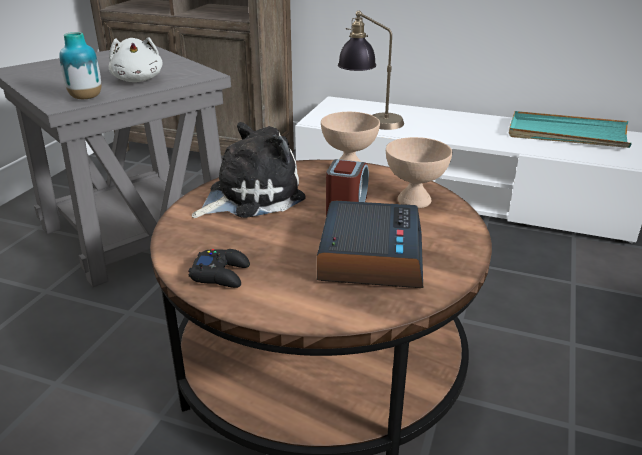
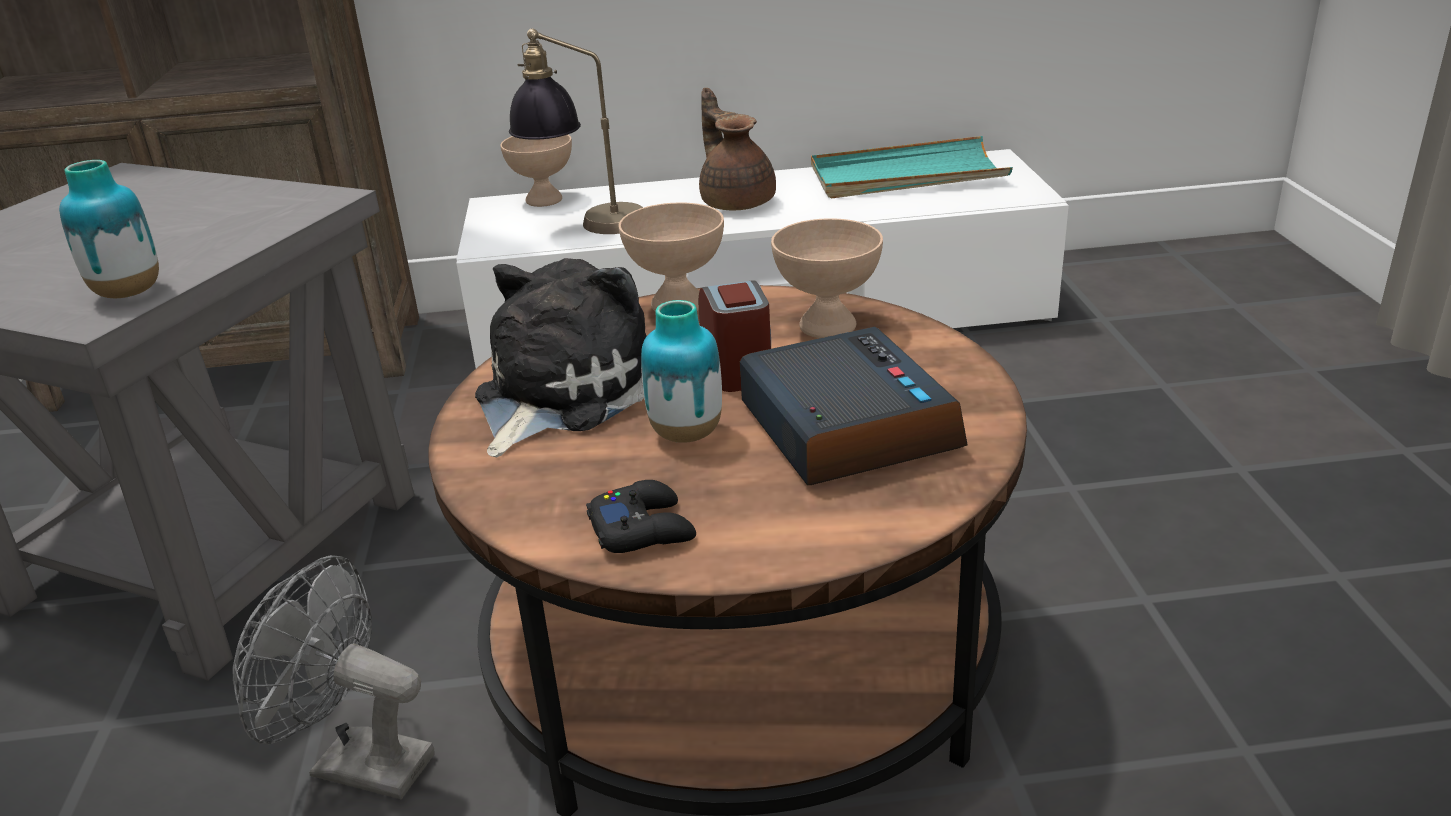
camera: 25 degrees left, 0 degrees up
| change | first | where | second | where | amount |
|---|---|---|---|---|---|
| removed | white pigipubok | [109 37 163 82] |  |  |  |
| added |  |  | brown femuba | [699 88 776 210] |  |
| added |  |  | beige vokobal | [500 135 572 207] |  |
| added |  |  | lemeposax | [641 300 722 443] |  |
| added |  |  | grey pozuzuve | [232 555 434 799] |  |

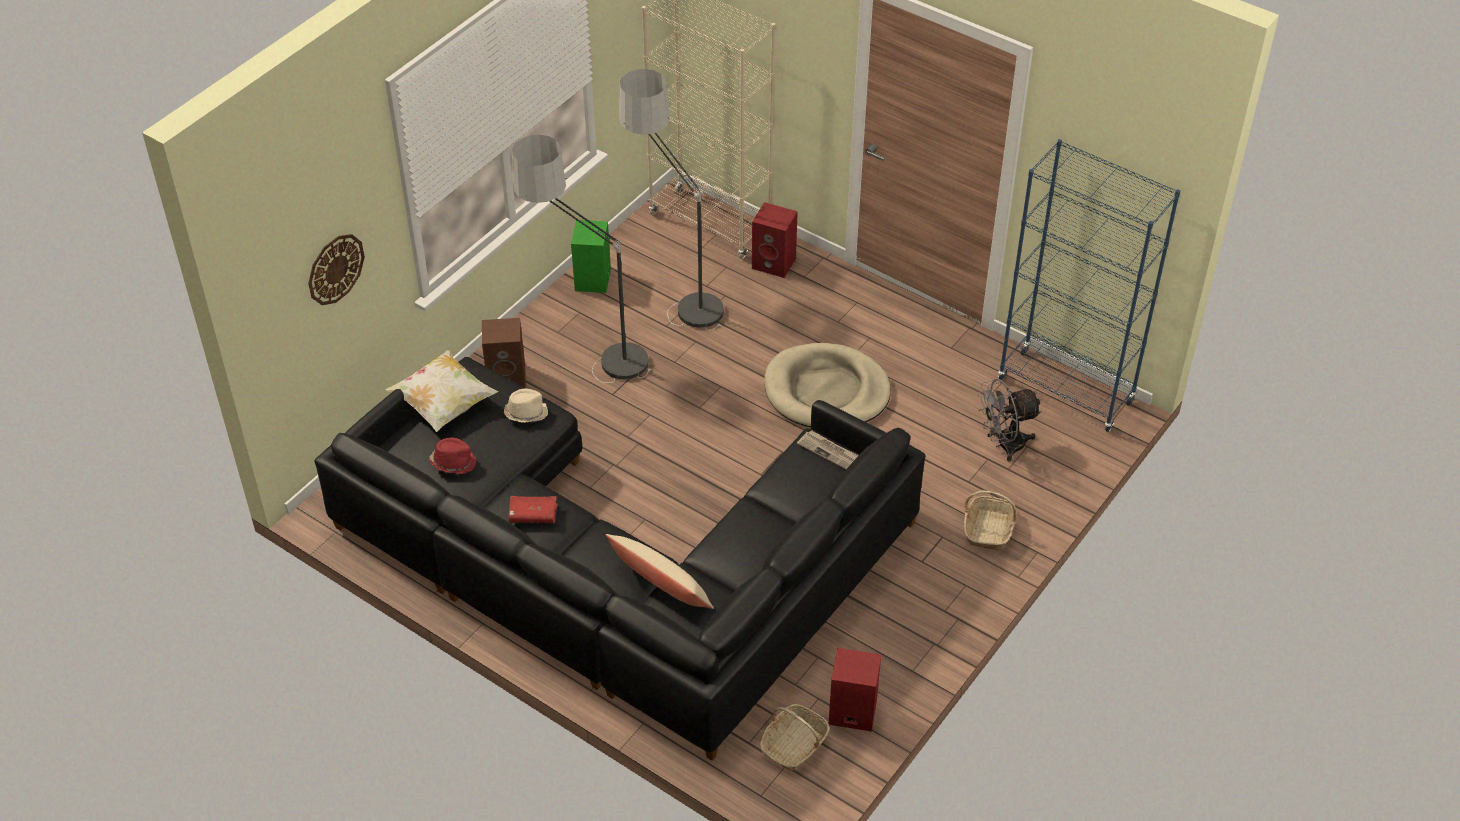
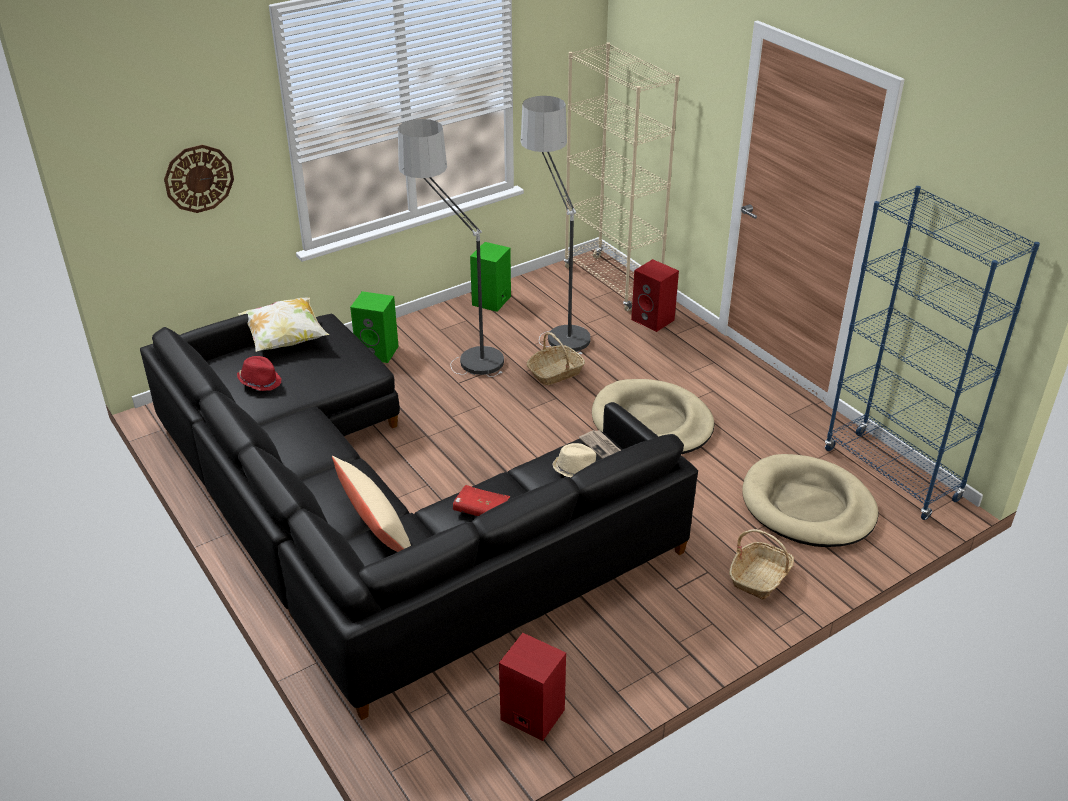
camera: 20 degrees right, 10 degrees down
| change | first | where | second | where | amount |
|---|---|---|---|---|---|
| recoloured | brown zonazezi | [482 318 526 388] | green zonazezi | [350 291 399 363] |  |
| replaced | grey pozuzuve | [977 379 1042 462] | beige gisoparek | [742 454 878 547] |  |
| moved | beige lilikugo | [504 389 548 423] |  | [552 443 596 478] |  |
| moved | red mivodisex | [508 496 558 523] |  | [453 485 510 516] |  |
| moved | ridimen | [760 704 830 770] |  | [527 332 585 385] |  |

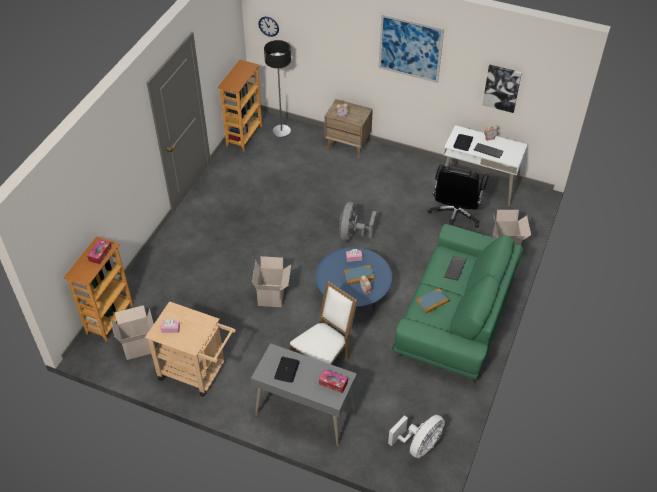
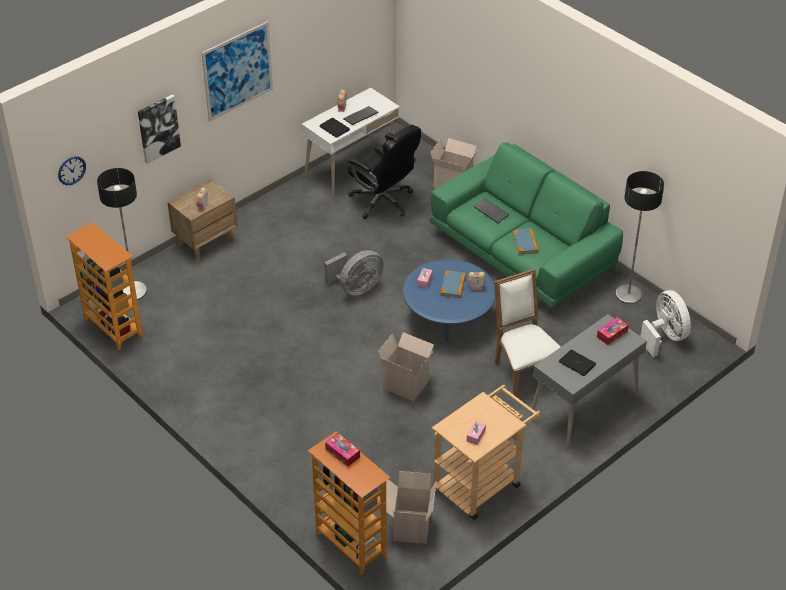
camera: 65 degrees left, 5 degrees down
| change | first | where | second | where | amount |
|---|---|---|---|---|---|
| moved | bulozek | [482 65 522 113] |  | [138 94 181 164] |  |
| turned | grey pozuzuve | [339 202 377 241] |  | [324 250 384 296] | 75 degrees counterclockwise |
| added |  |  | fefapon | [615 171 664 304] |  |

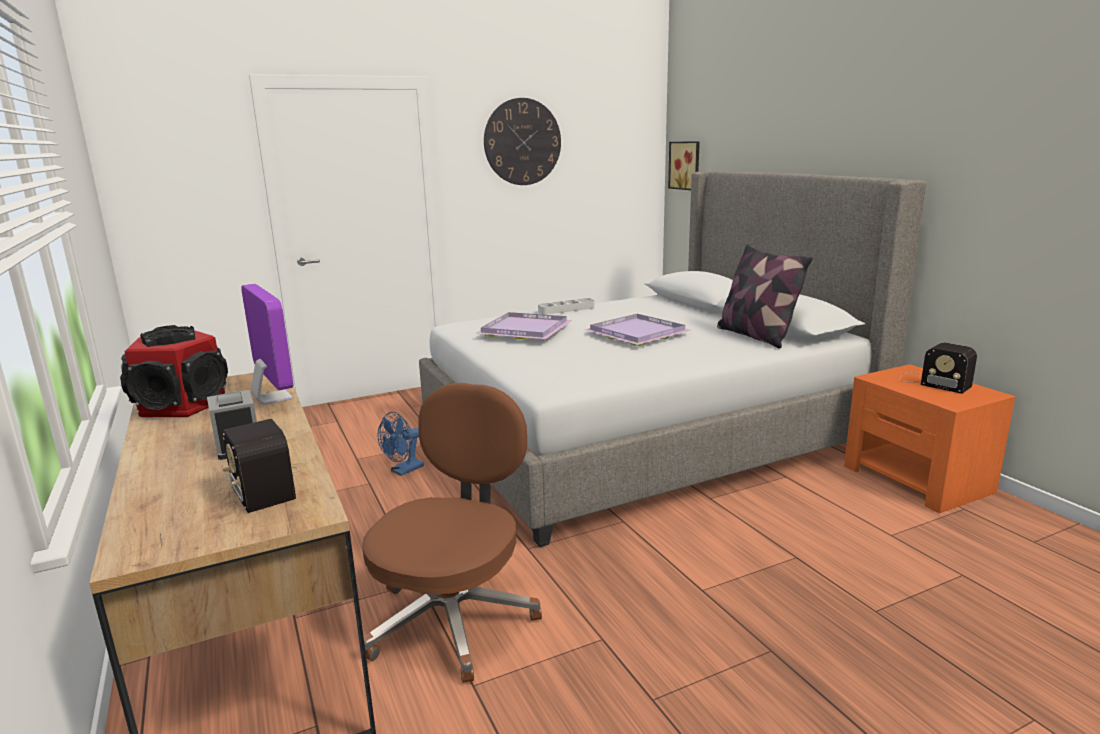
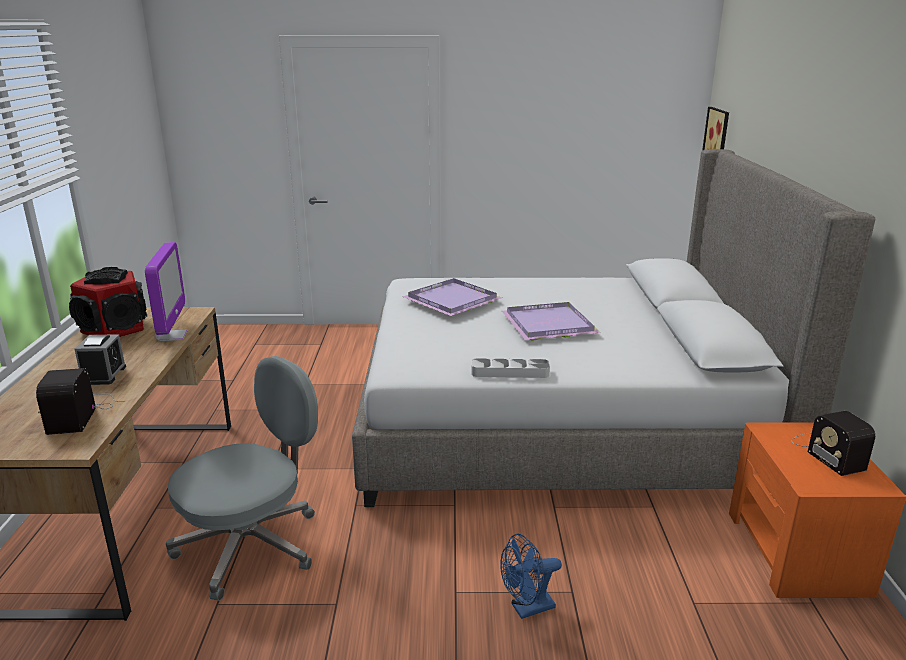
camera: 25 degrees right, 5 degrees up
| change | first | where | second | where | amount |
|---|---|---|---|---|---|
| removed | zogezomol | [484 98 561 185] |  |  |  |
| removed | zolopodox | [717 244 813 349] |  |  |  |
| moved | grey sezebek | [538 298 594 315] |  | [471 358 550 378] |  |
| recoloured | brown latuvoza | [362 383 542 683] | grey latuvoza | [166 356 318 601] |  |
| moved | blue pozuzuve | [378 412 424 476] |  | [500 534 562 619] |  |

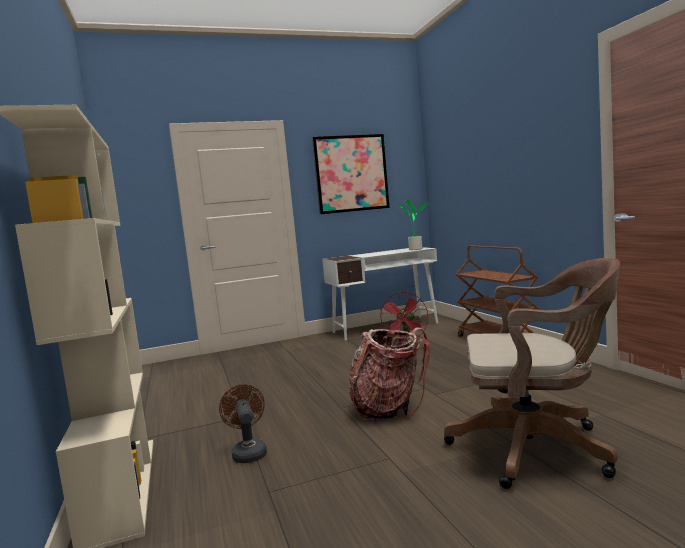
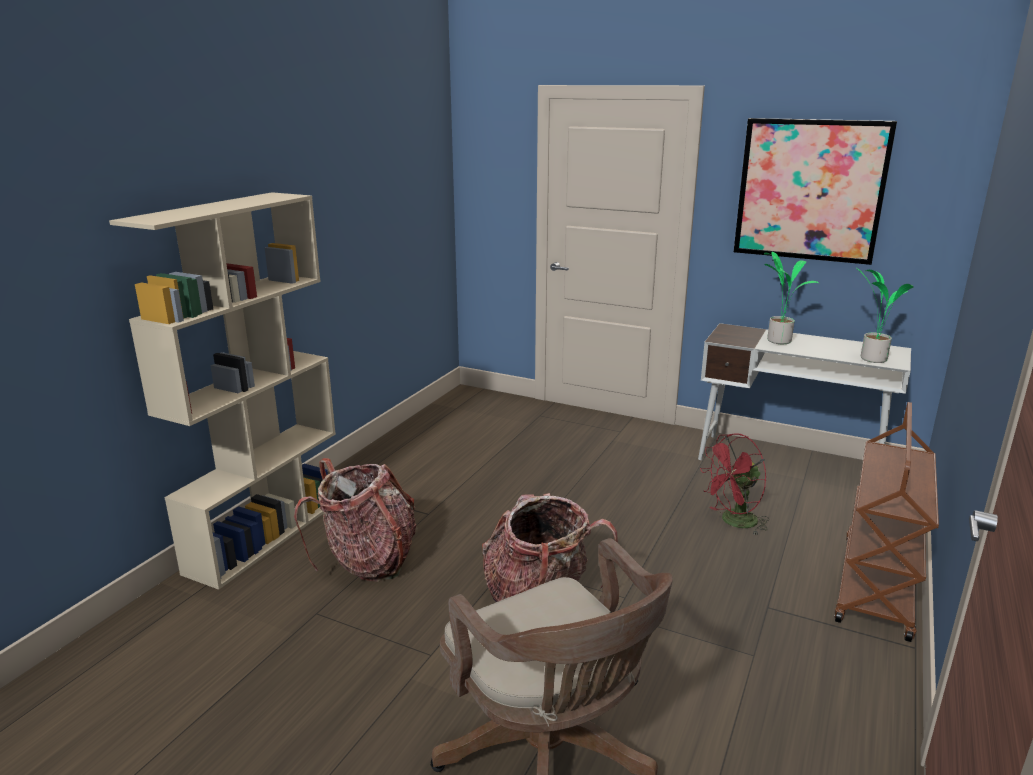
camera: 45 degrees right, 15 degrees up
| change | first | where | second | where | amount |
|---|---|---|---|---|---|
| replaced | brown pozuzuve | [219 384 267 463] | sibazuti | [294 458 416 582] |  |
| added |  |  | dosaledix | [764 252 819 344] |  |

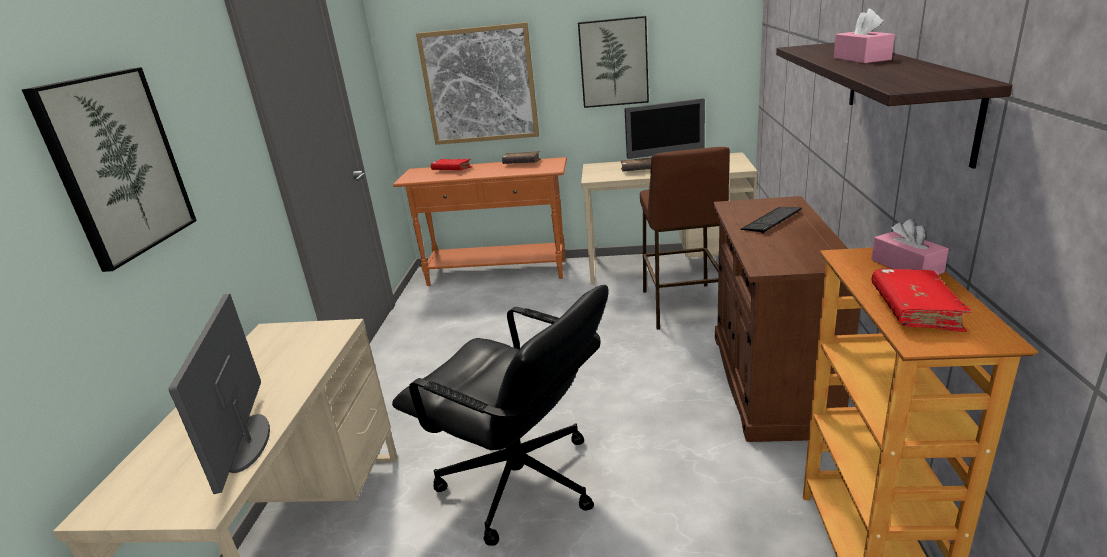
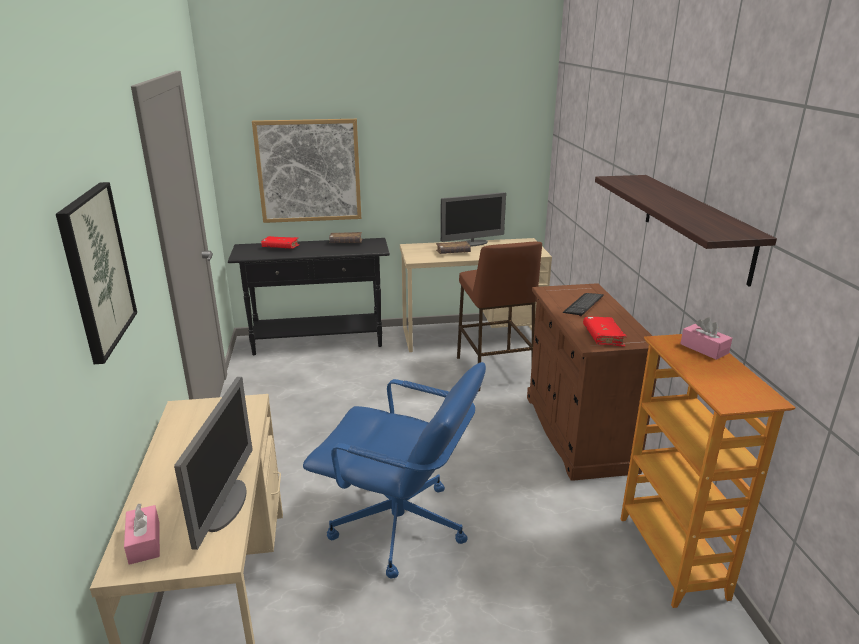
camera: 15 degrees left, 0 degrees up
| change | first | where | second | where | amount |
|---|---|---|---|---|---|
| moved | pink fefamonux | [834 9 895 63] |  | [124 504 160 565] |  |
| removed | bulozek | [578 16 649 108] |  |  |  |
| recoloured | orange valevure | [393 157 567 286] | black valevure | [228 238 390 355] |  |
| moved | red mivodisex | [871 268 972 332] |  | [583 316 627 347] |  |
| recoloured | black latuvoza | [392 285 608 546] | blue latuvoza | [303 362 486 578] |  |
| turned | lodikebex | [168 294 270 494] |  | [174 377 253 550] | 150 degrees counterclockwise |

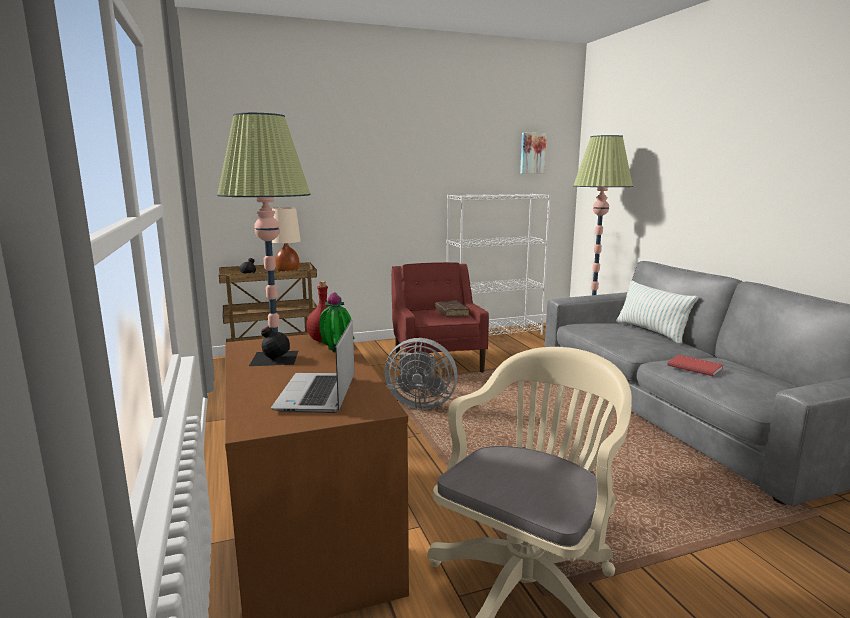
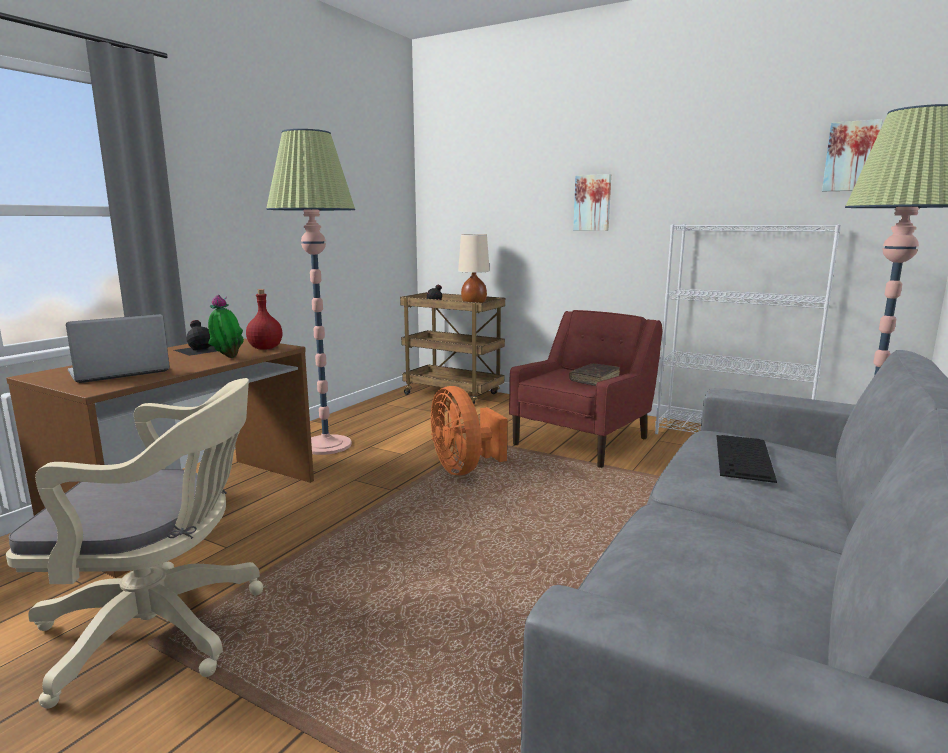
camera: 50 degrees right, 0 degrees up
| change | first | where | second | where | amount |
|---|---|---|---|---|---|
| removed | zolopodox | [616 280 698 344] |  |  |  |
| recoloured | grey pozuzuve | [385 338 458 410] | orange pozuzuve | [431 386 507 475] |  |
| removed | red mivodisex | [667 355 724 376] |  |  |  |
| added |  |  | bulozek | [573 174 611 231] |  |
| added |  |  | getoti | [717 435 777 483] |  |

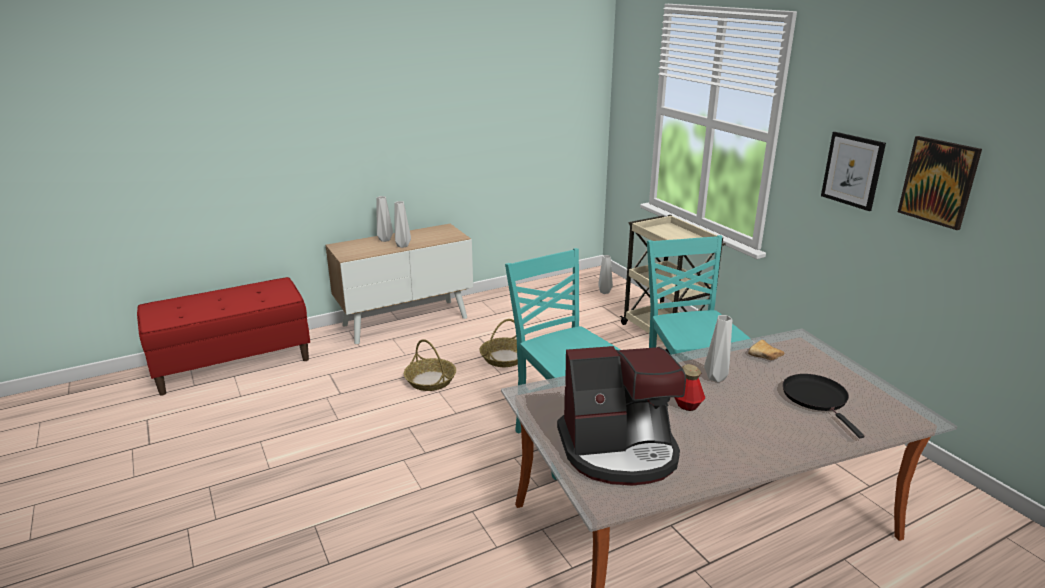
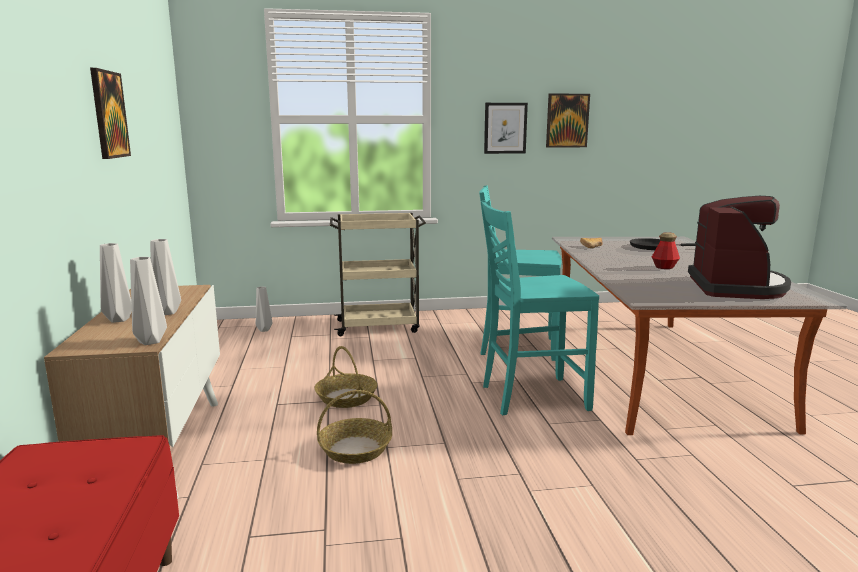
camera: 70 degrees left, 10 degrees down
| change | first | where | second | where | amount |
|---|---|---|---|---|---|
| moved | grey lemeposax | [704 315 732 382] |  | [130 257 167 345] |  |
| added |  |  | bulozek | [90 68 131 159] |  |

